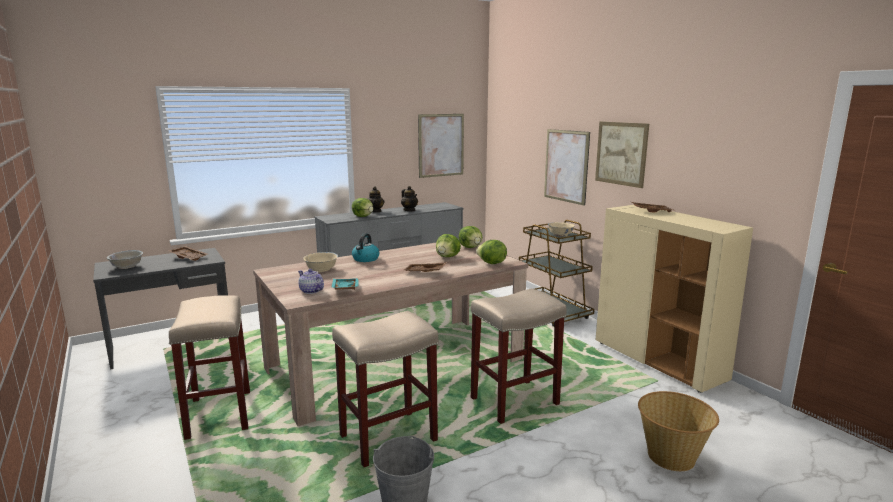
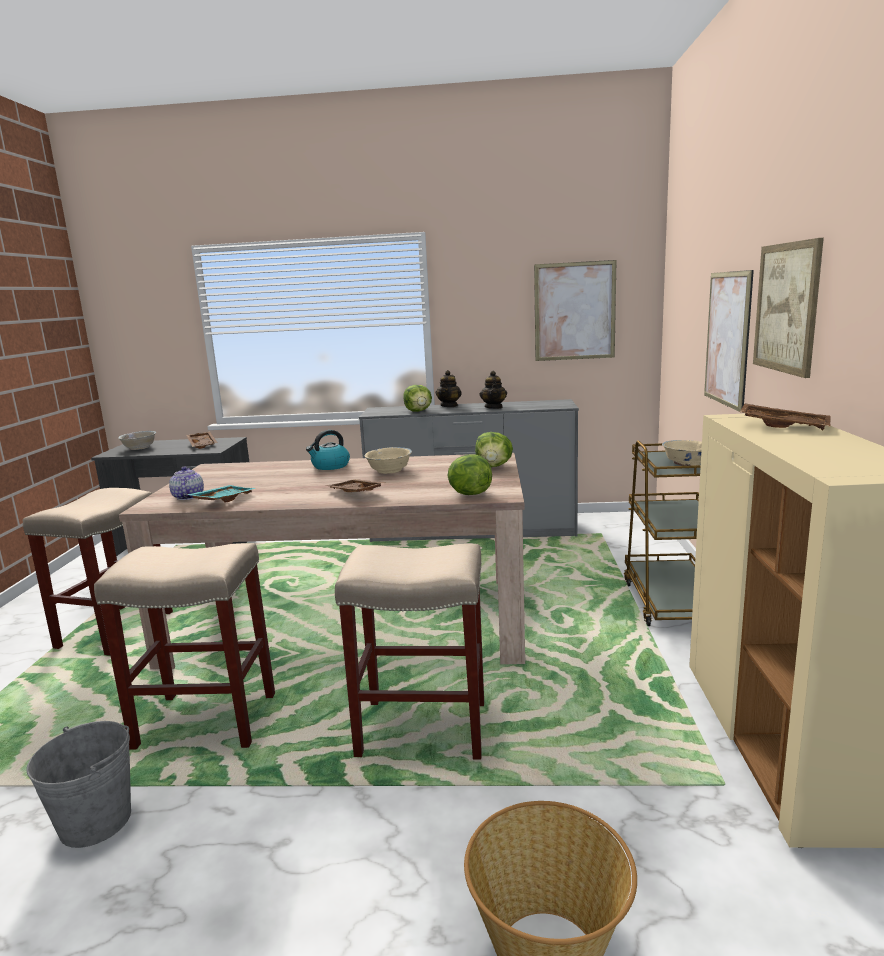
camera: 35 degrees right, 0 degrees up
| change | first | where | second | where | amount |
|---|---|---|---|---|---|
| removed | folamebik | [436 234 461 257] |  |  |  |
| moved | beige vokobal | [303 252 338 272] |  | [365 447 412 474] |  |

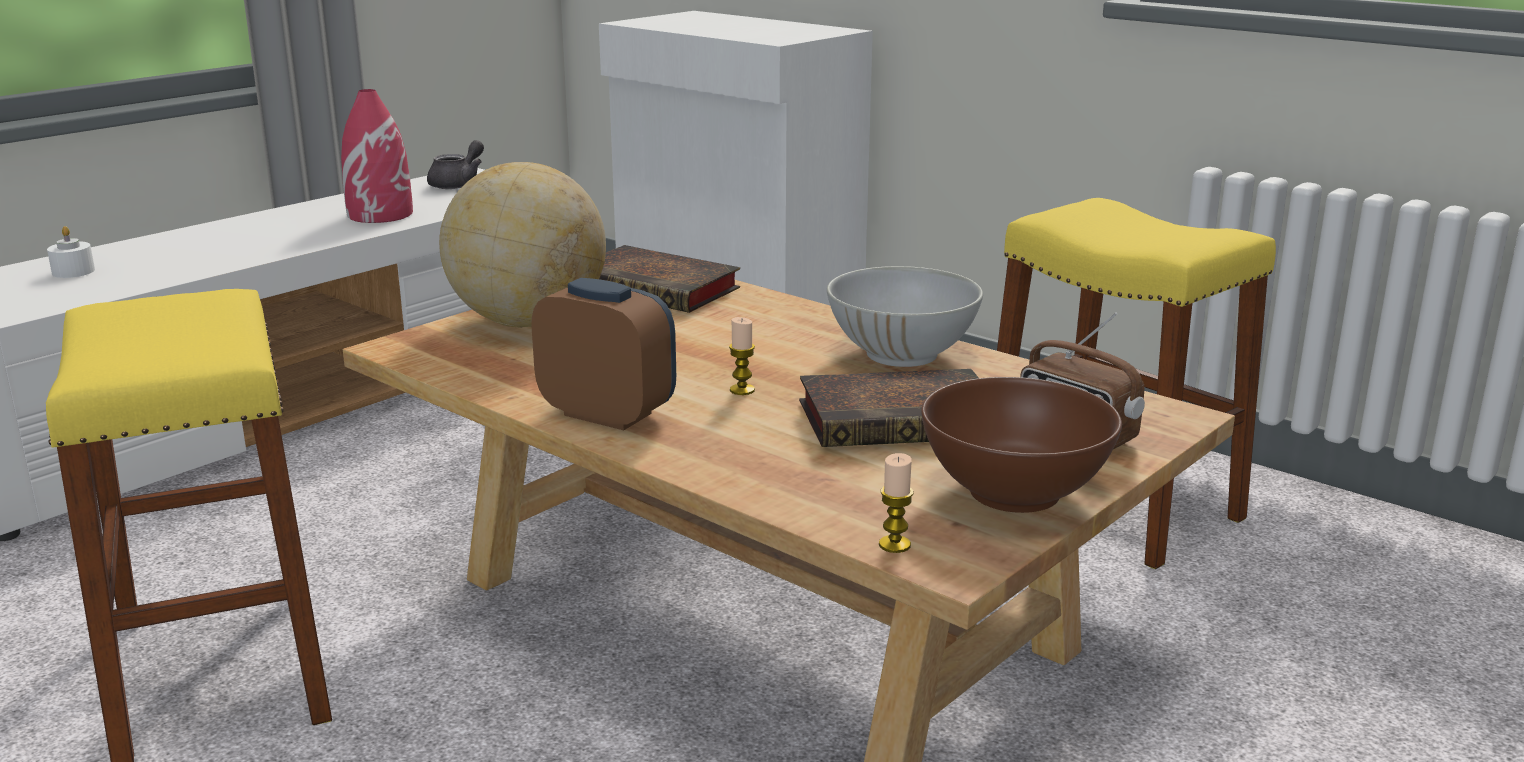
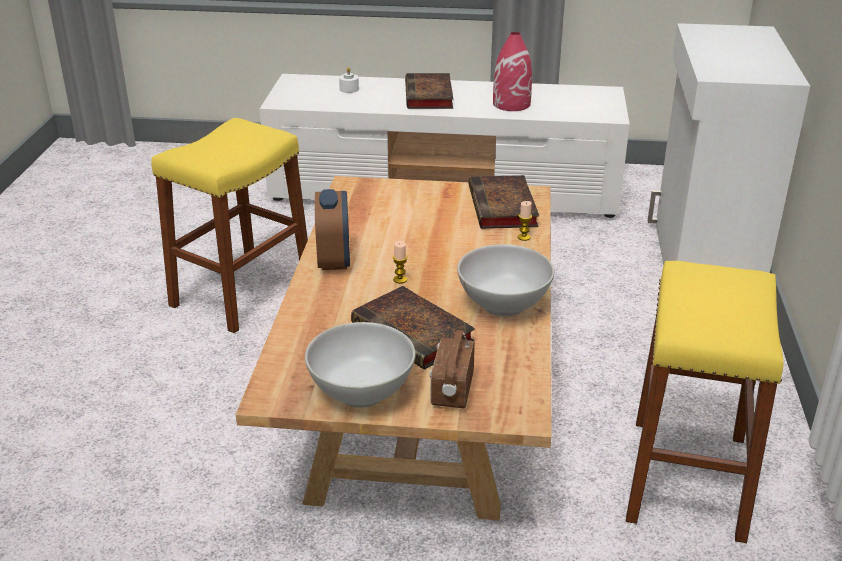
camera: 55 degrees right, 10 degrees up
| change | first | where | second | where | amount |
|---|---|---|---|---|---|
| removed | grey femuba | [427 140 484 189] |  |  |  |
| removed | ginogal | [439 162 606 328] |  |  |  |
| recoloured | brown vokobal | [921 377 1122 513] | white vokobal | [305 322 415 408] |  |
| moved | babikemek | [879 453 914 553] |  | [518 201 532 241] |  |
| added |  |  | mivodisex | [405 73 453 109] |  |

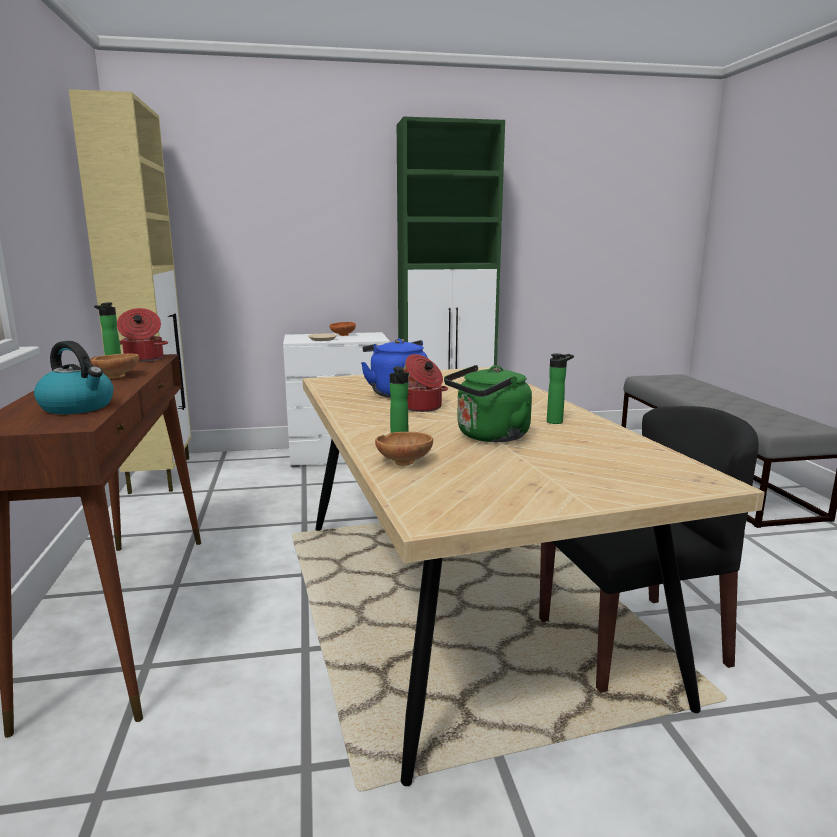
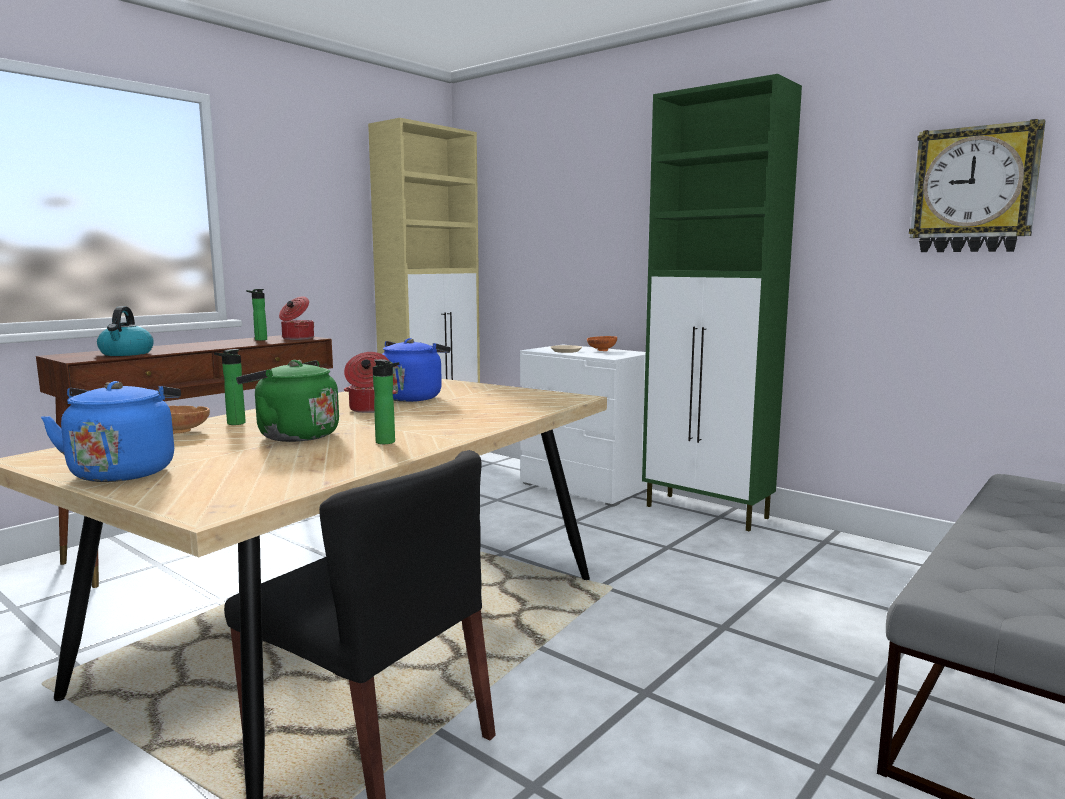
camera: 50 degrees right, 5 degrees down
| change | first | where | second | where | amount |
|---|---|---|---|---|---|
| removed | brown vokobal | [90 354 139 379] |  |  |  |
| added |  |  | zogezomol | [909 119 1046 252] |  |
| added |  |  | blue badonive | [41 381 181 482] |  |

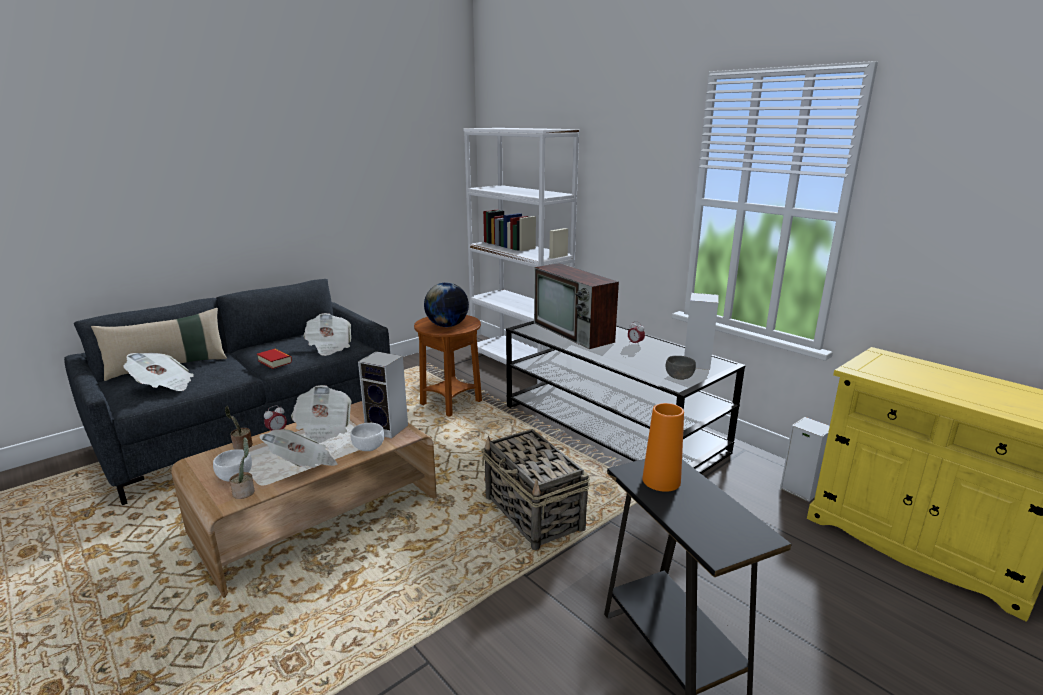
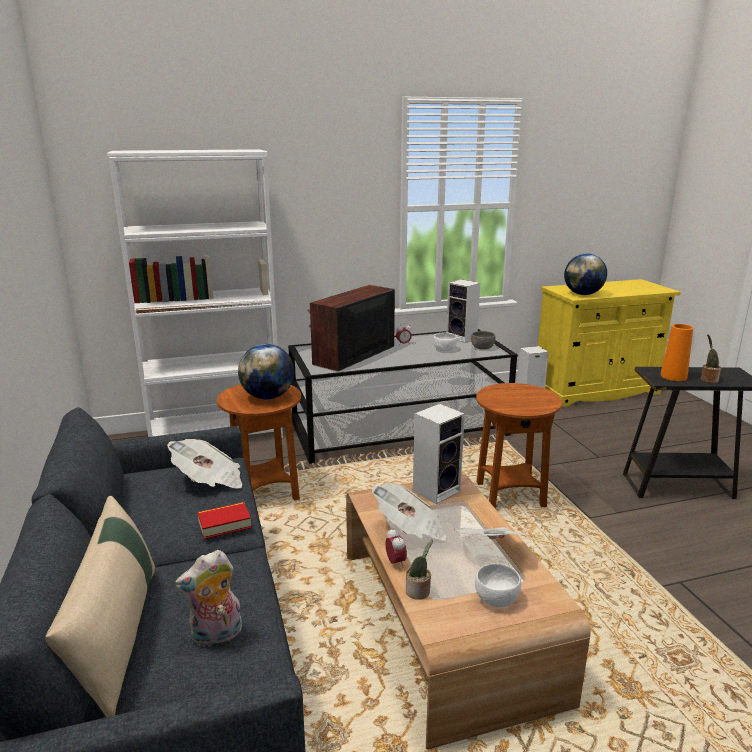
camera: 65 degrees left, 0 degrees up
| change | first | where | second | where | amount |
|---|---|---|---|---|---|
| turned | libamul | [534 263 619 349] |  | [307 285 395 371] | 135 degrees clockwise |
| replaced | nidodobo | [124 353 194 391] | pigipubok | [175 550 242 647] |  |
| moved | white vokobal | [350 423 385 451] |  | [433 332 457 351] |  |
| replaced | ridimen | [482 429 590 550] | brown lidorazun | [476 383 562 509] |  |
| moved | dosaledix | [230 437 255 499] |  | [701 334 721 383] |  |
| added |  |  | ginogal | [564 253 607 295] |  |

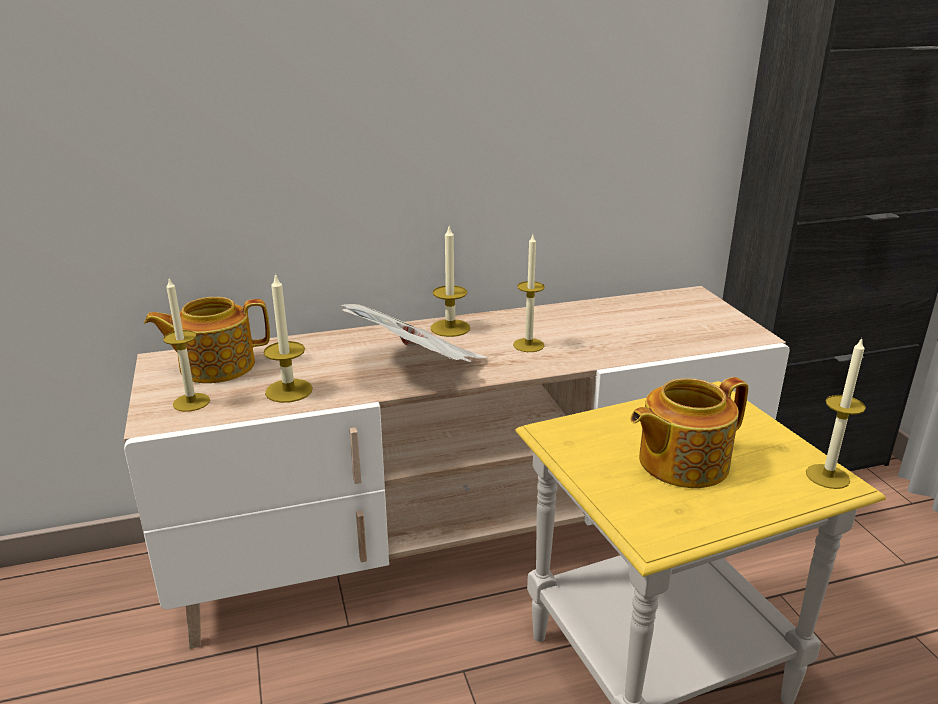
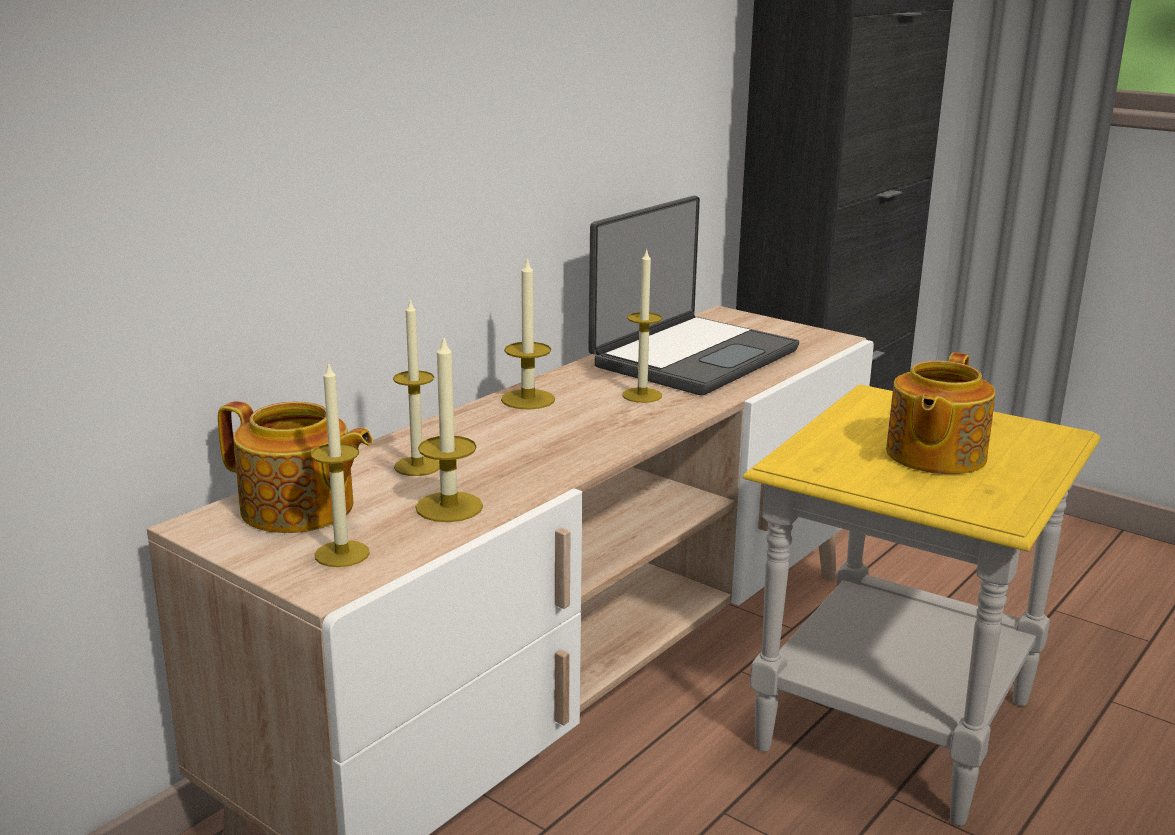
camera: 35 degrees left, 5 degrees down
| change | first | where | second | where | amount |
|---|---|---|---|---|---|
| turned | femuba | [144 297 270 383] |  | [218 401 373 533] | 105 degrees counterclockwise |
| removed | nidodobo | [341 304 487 362] |  |  |  |
| moved | babikemek | [806 338 866 489] |  | [393 298 440 476] |  |
| added |  |  | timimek | [588 196 799 395] |  |

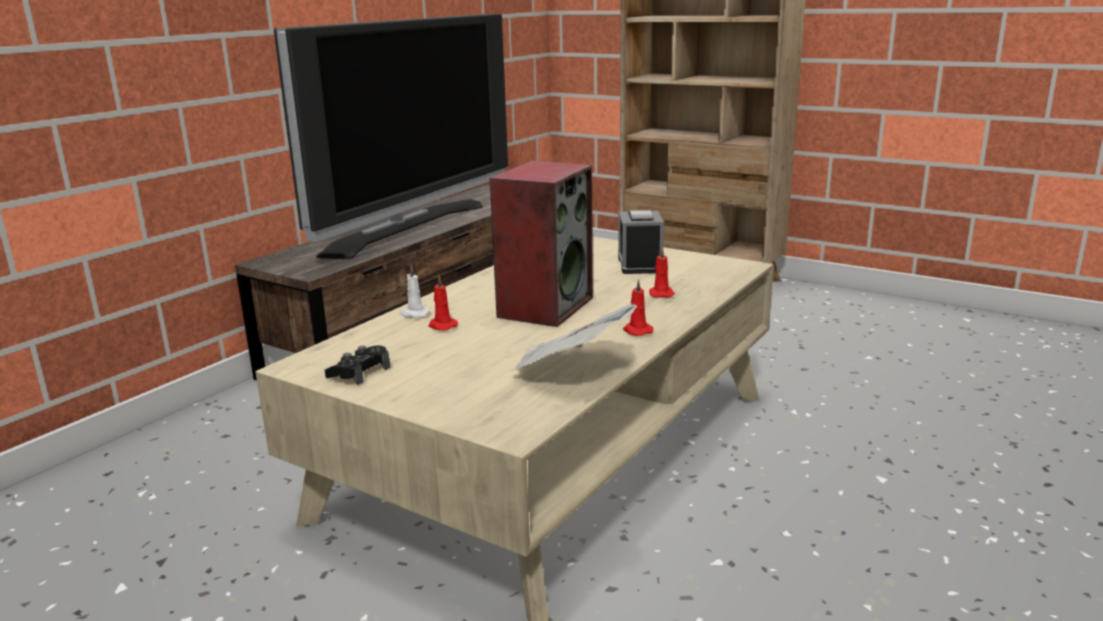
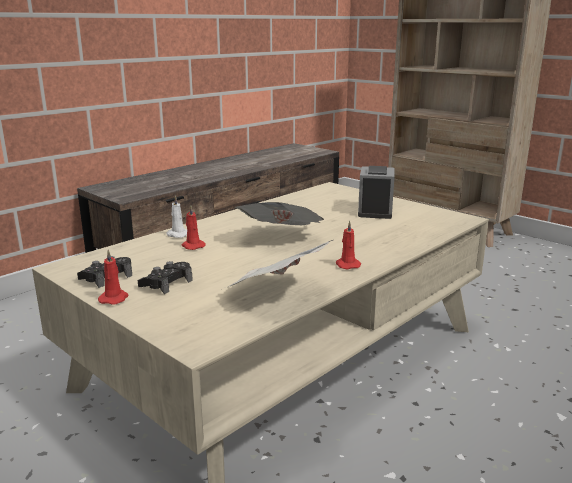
camera: 10 degrees right, 0 degrees up
| change | first | where | second | where | amount |
|---|---|---|---|---|---|
| removed | libamul | [274 14 508 259] |  |  |  |
| replaced | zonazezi | [490 161 593 327] | nidodobo | [235 202 324 225] |  |
| moved | red babikemek | [649 247 675 298] |  | [98 249 129 305] |  |
| added |  |  | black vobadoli | [138 261 193 294] |  |

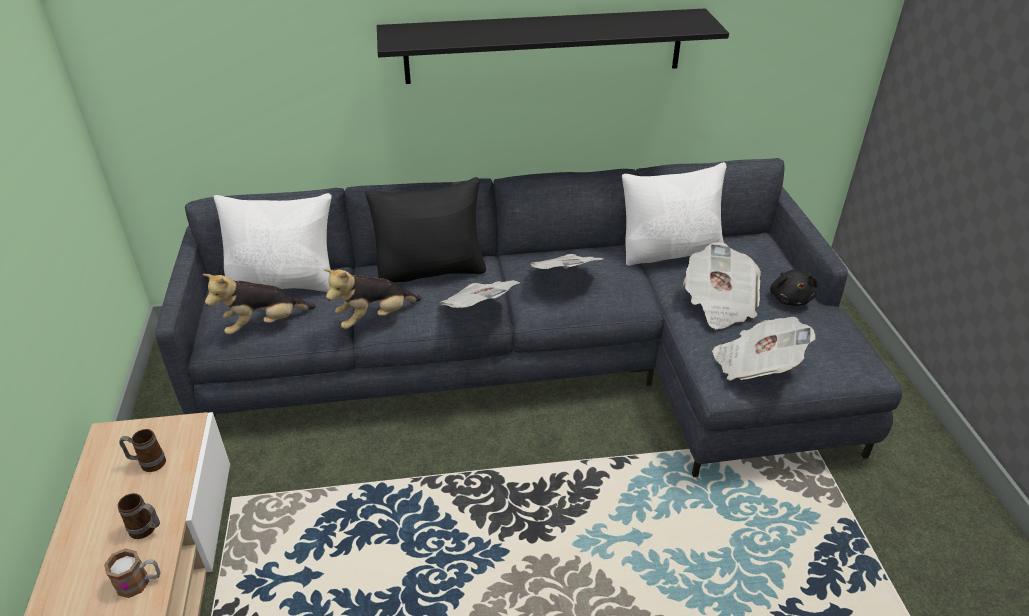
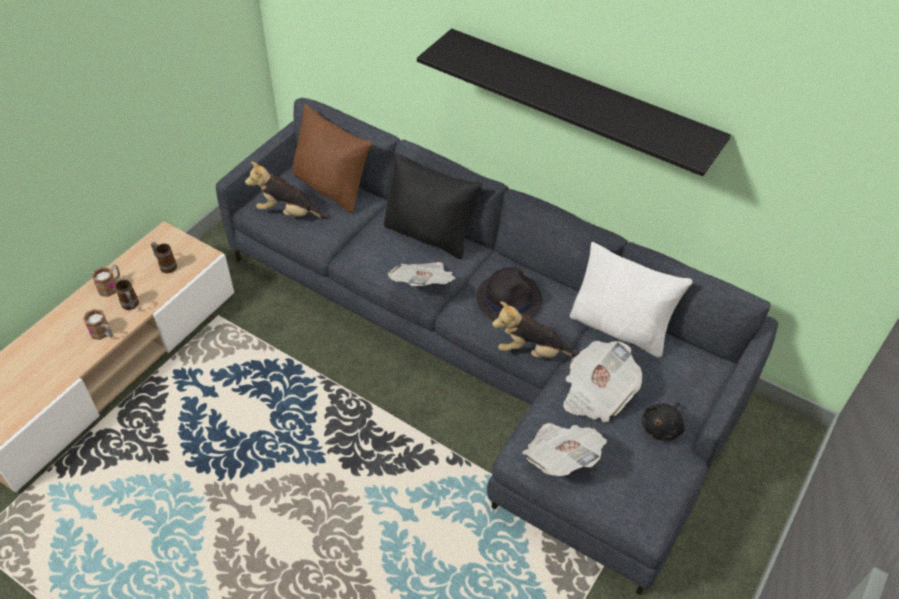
camera: 40 degrees right, 10 degrees up
| change | first | where | second | where | amount |
|---|---|---|---|---|---|
| recoloured | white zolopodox | [214 193 332 292] | brown zolopodox | [293 104 372 214] |  |
| replaced | nidodobo | [530 254 603 269] | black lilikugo | [476 267 542 321] |  |
| moved | pigipubok | [323 269 422 329] |  | [492 302 579 358] |  |
| added |  |  | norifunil | [92 265 120 297] |  |

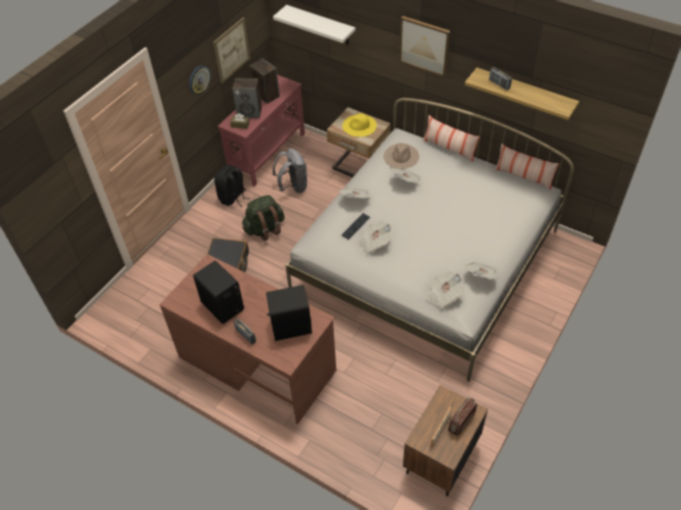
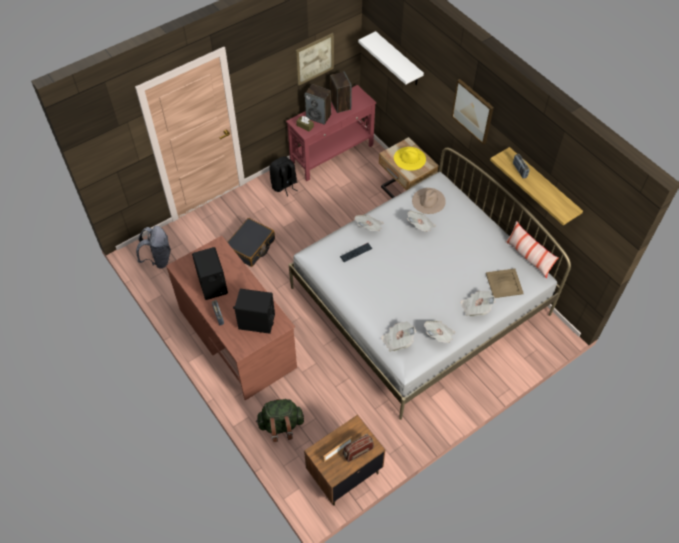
camera: 20 degrees right, 5 degrees up
| change | first | where | second | where | amount |
|---|---|---|---|---|---|
| removed | zogezomol | [189 66 210 95] |  |  |  |
| removed | zolopodox | [423 115 480 162] |  |  |  |
| moved | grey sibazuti | [273 148 307 193] |  | [136 226 171 269] |  |
| moved | green sibazuti | [242 195 285 241] |  | [256 399 304 442] |  |
| moved | nidodobo | [357 221 392 253] |  | [461 291 496 316] |  |
| added |  |  | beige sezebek | [486 269 524 298] |  |

